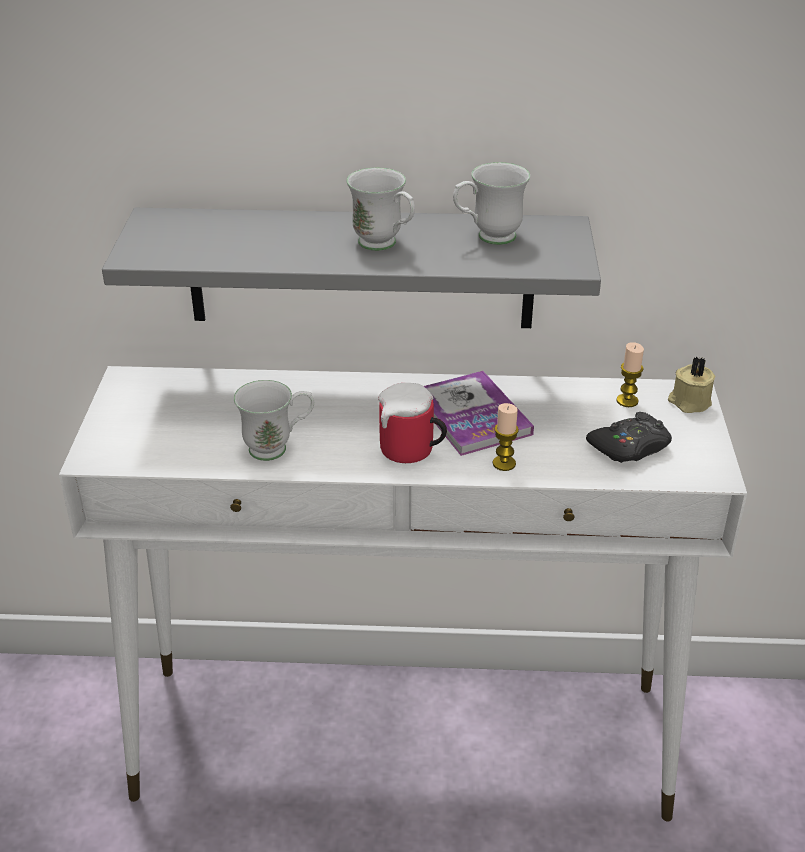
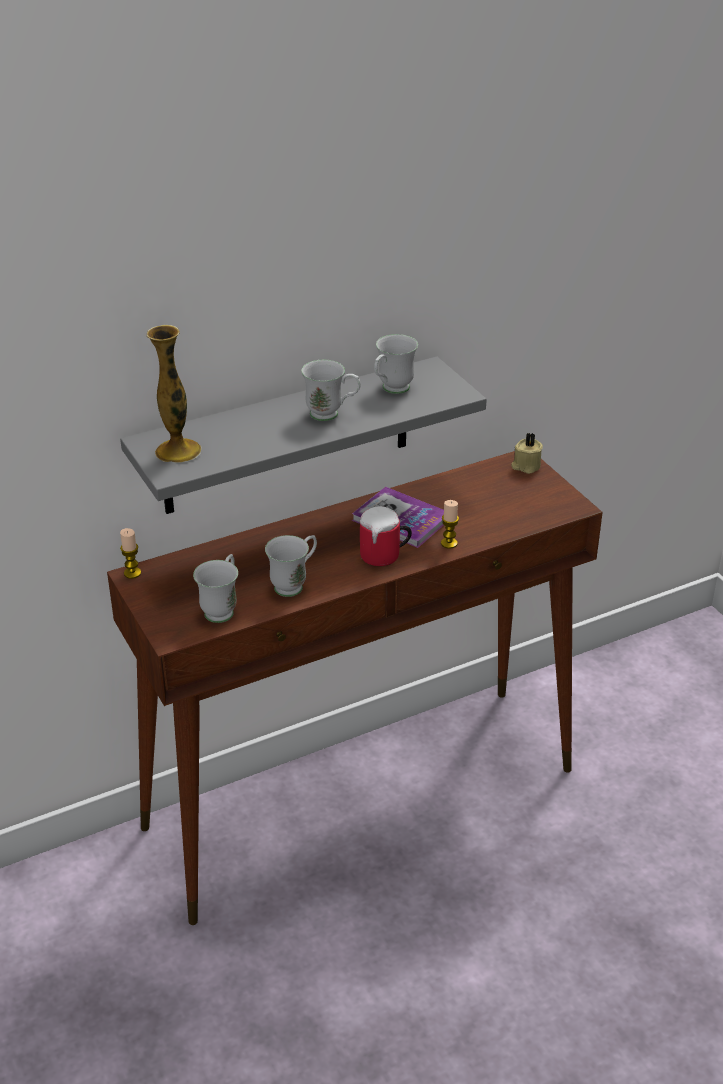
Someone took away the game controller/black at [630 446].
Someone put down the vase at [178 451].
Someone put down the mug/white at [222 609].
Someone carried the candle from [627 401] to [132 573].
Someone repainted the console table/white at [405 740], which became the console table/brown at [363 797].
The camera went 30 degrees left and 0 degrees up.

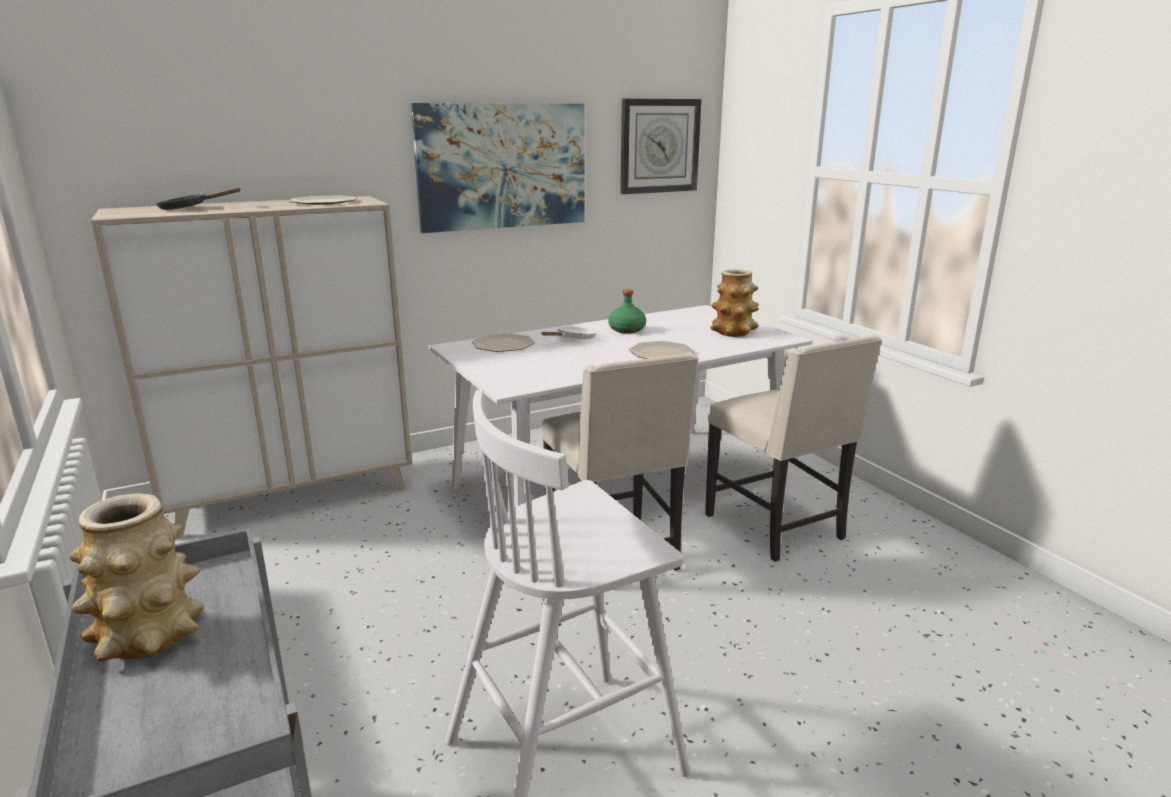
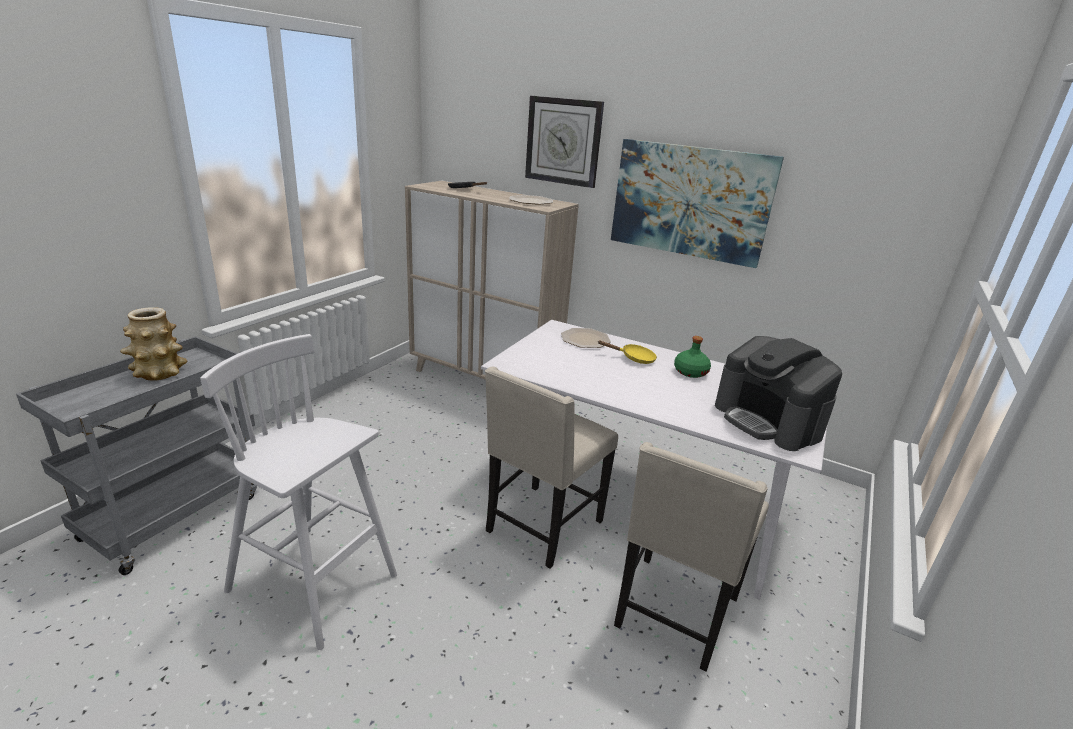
Someone took away the plate at [661 353].
Someone carried the wall clock from [659 146] to [563 141].
Someone swapped the vase at [733 332] for the coffee machine at [768 420].
Someone repainted the frying pan/white at [573 339], which became the frying pan/yellow at [634 358].
The camera went 55 degrees right and 5 degrees up.

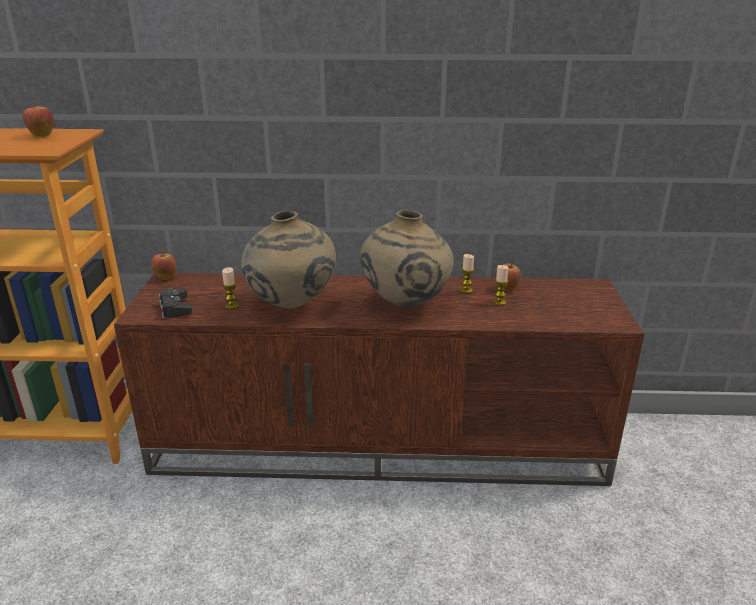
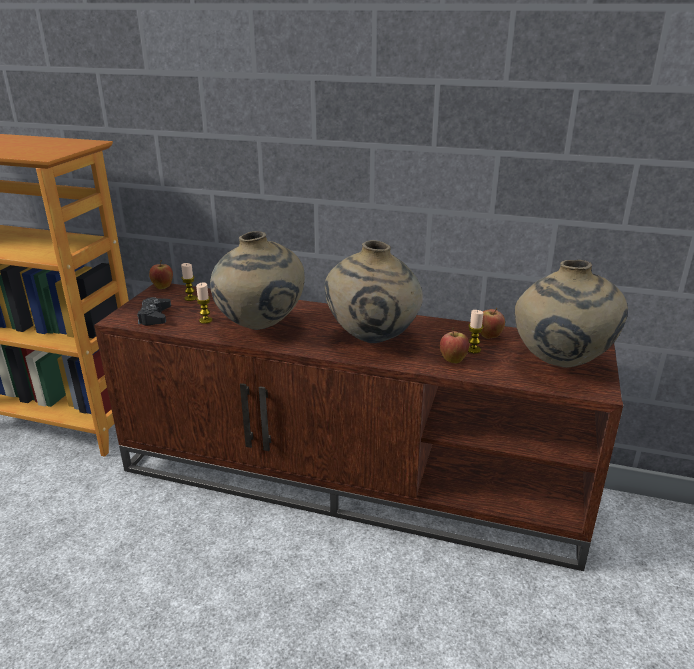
Someone put down the vase/beige at [559 365].
Someone carried the apple from [42 136] to [453 360].
Someone carried the candle from [466 290] to [190 298].
The camera went 15 degrees right and 0 degrees up.

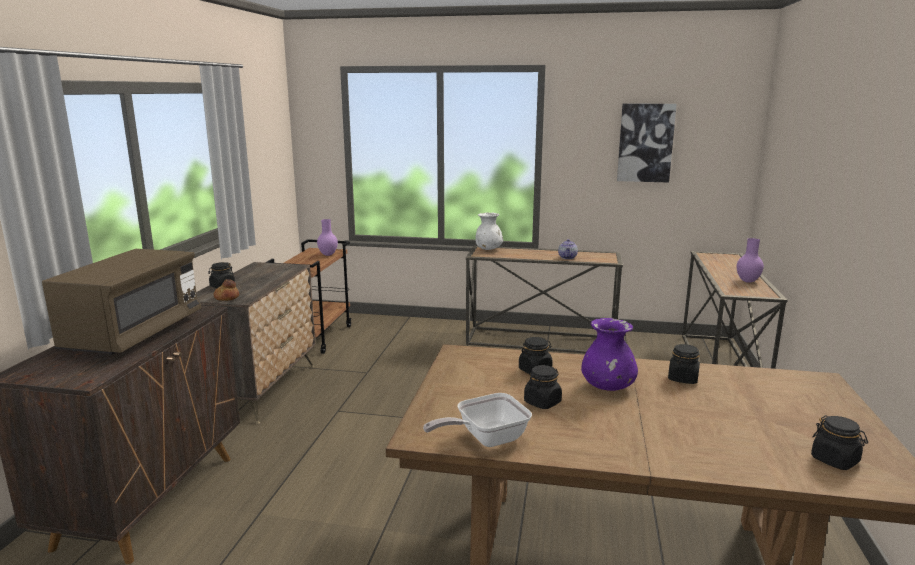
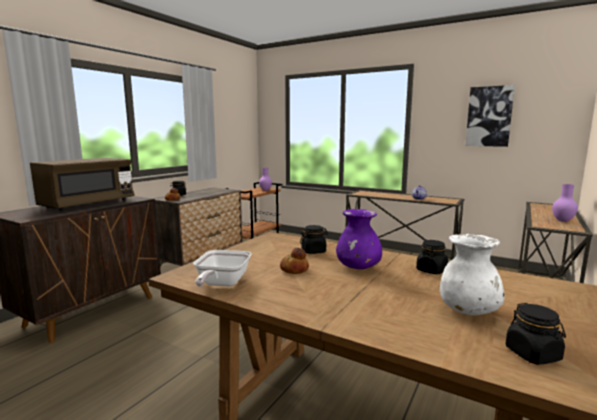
Someone carried the vase/white from [488 249] to [468 311].
Someone swapped the jar/black at [542 402] for the bread at [294 269].
Someone rotated the frying pan at [485 439] by 75 degrees counterclockwise.
The camera went 20 degrees right and 5 degrees down.

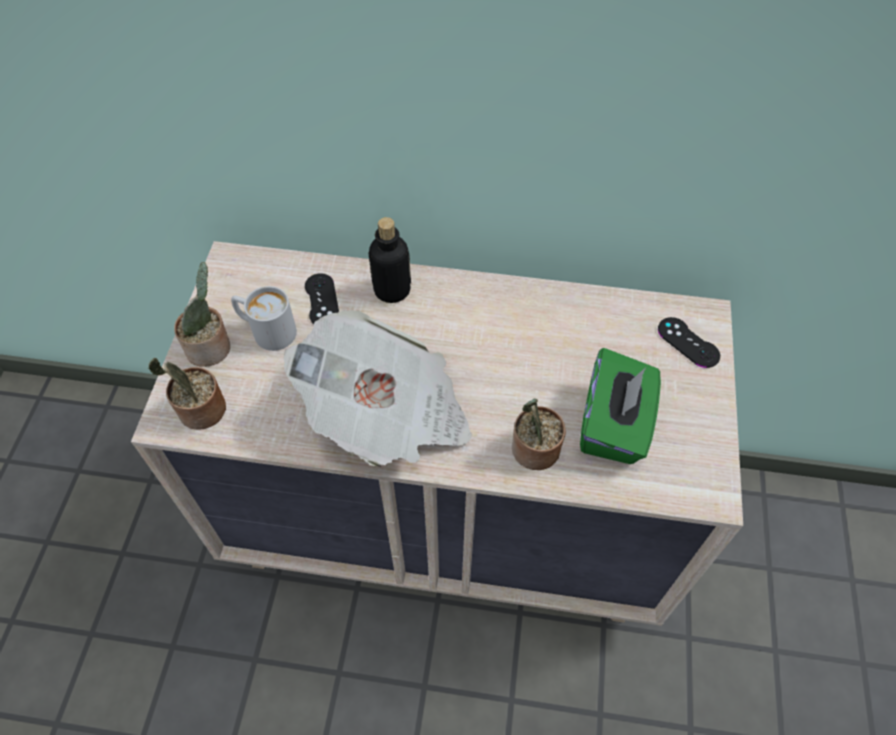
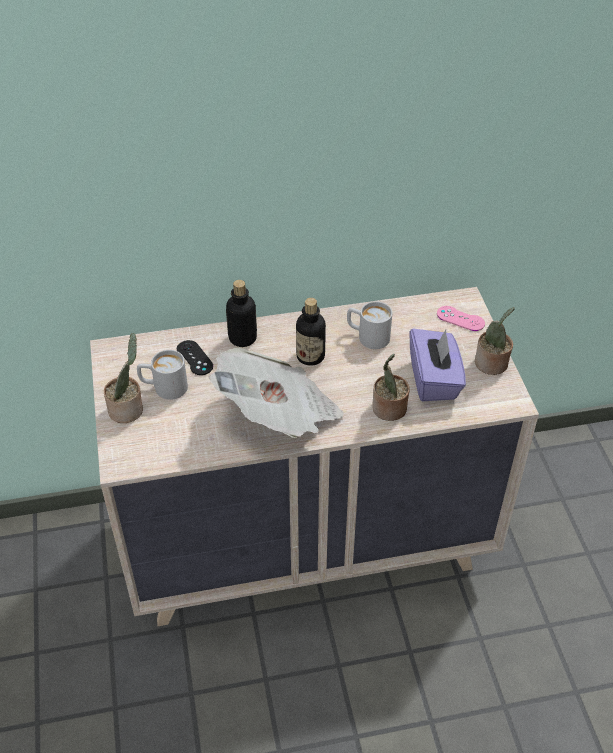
Someone put down the bottle at [310 356].
Someone put down the mug/white at [367 336].
Someone carried the potted plant from [200 412] to [492 365].
Someone repainted the tissue box/green at [614 425], which became the tissue box/purple at [434 380].
Someone repainted the game controller/black at [688 342], which became the game controller/pink at [460 319].
The camera went 20 degrees left and 10 degrees down.

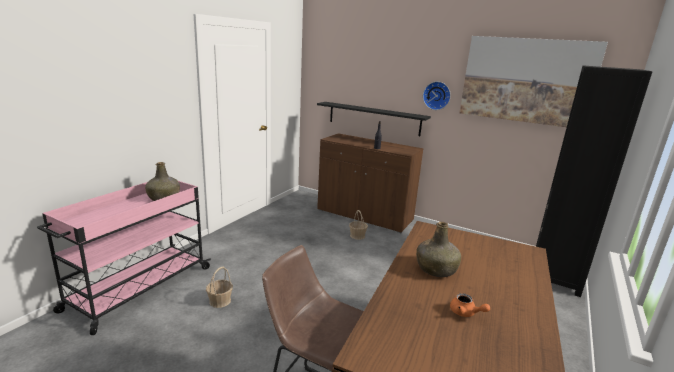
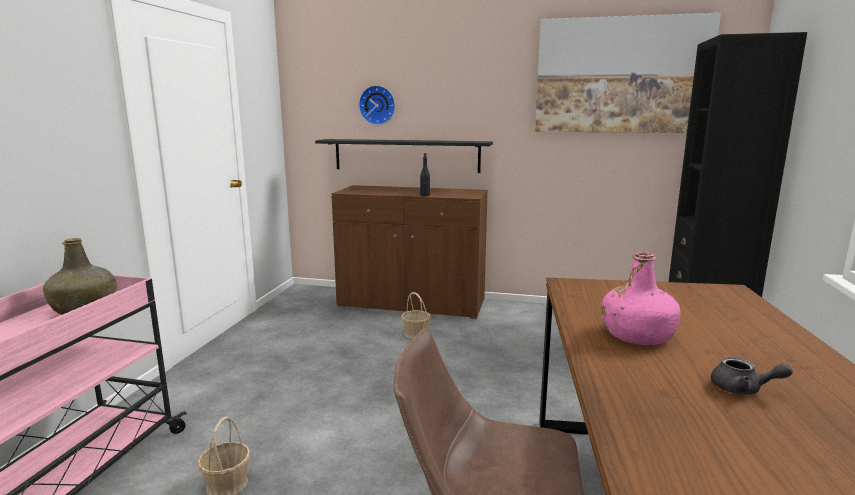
Someone carried the wall clock from [437 95] to [377 105].
Someone repainted the bottle/green at [436 269], which became the bottle/pink at [637 335].
Someone repainted the teapot/orange at [465 313], which became the teapot/grey at [743 389].
The camera went 15 degrees left and 5 degrees down.

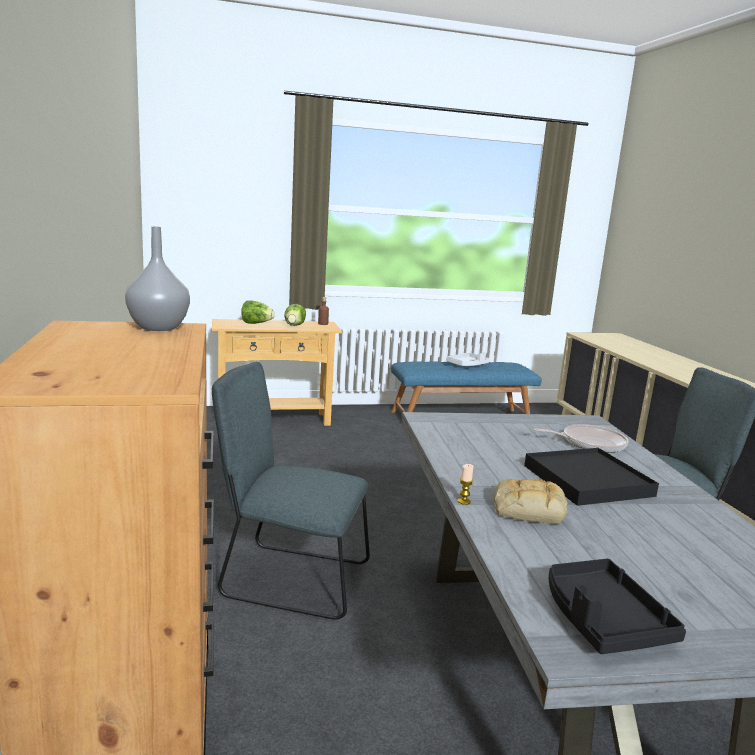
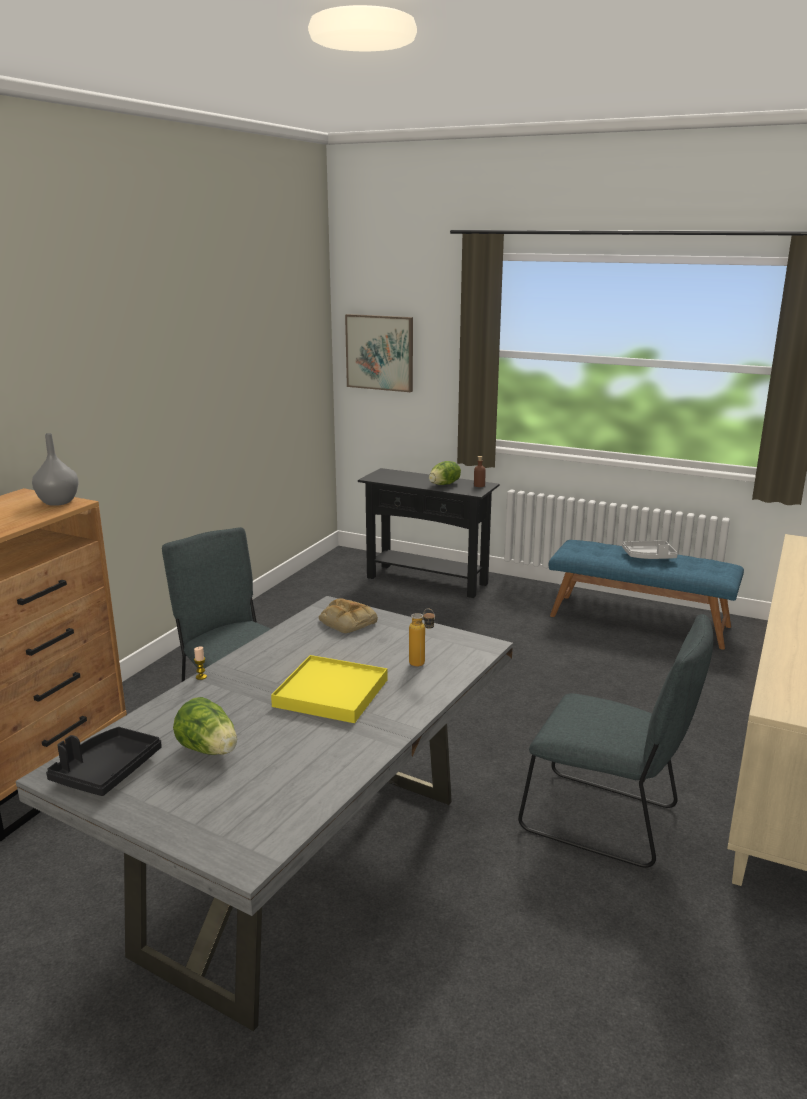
Someone put up the picture at [380 352].
Someone carried the lettuce from [256 323] to [209 750].
Someone carried the bread from [527 509] to [346 622].
Someone swapped the frying pan at [589 443] for the bottle at [422 665].
Someone repainted the console table/beige at [274 420], which became the console table/black at [427 580].
Someone repainted the tray/black at [587 481], which became the tray/yellow at [330 693].
The camera went 40 degrees right and 5 degrees up.

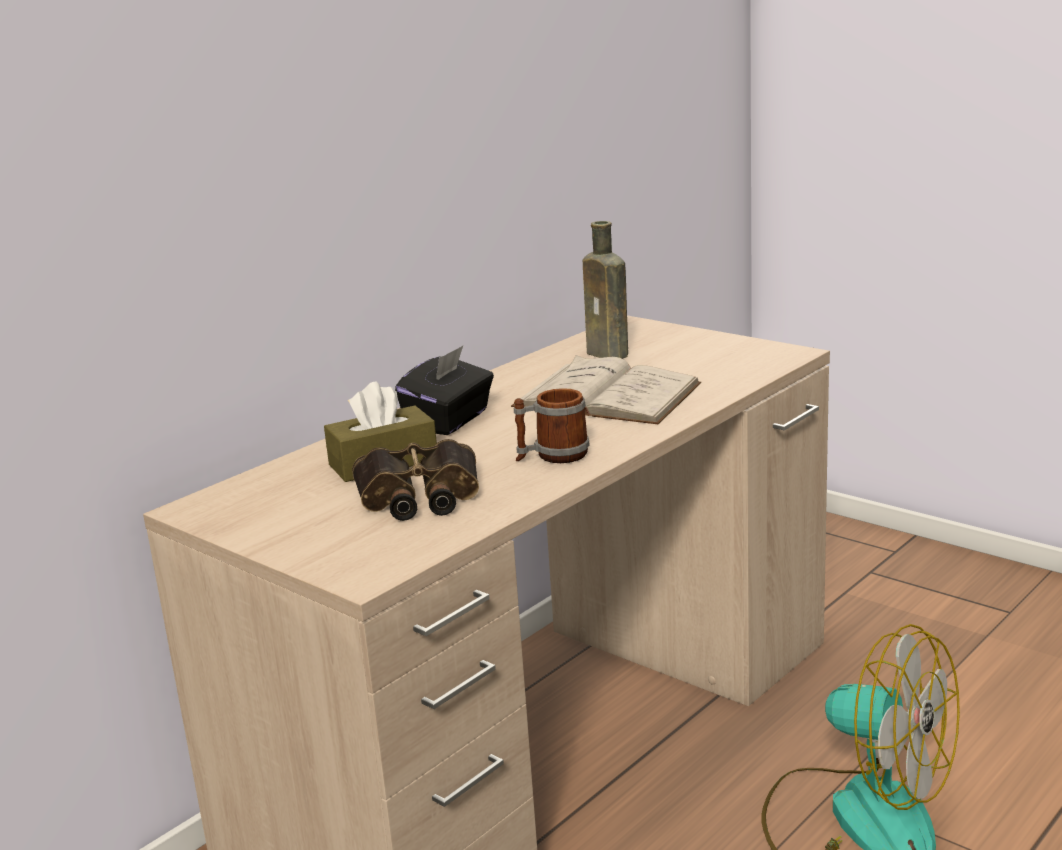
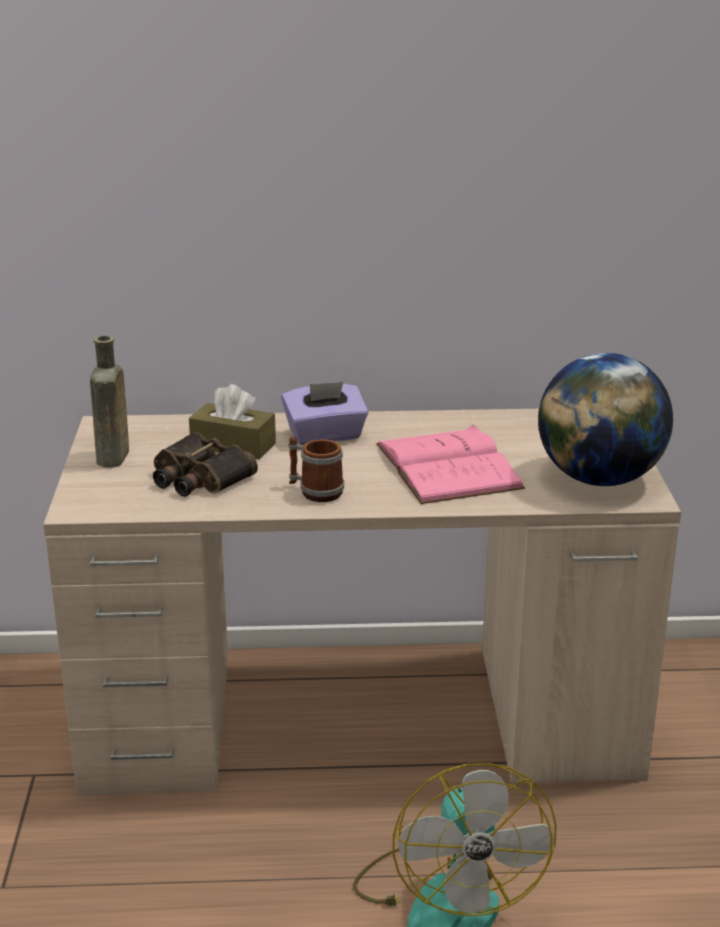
Someone put down the globe at [599 479].
Someone carried the bottle/brown from [609 354] to [112 459].
Someone repainted the tissue box/black at [449 421], which became the tissue box/purple at [325 436].
Someone repainted the book/white at [607 395], which became the book/pink at [448 466].
The camera went 45 degrees right and 5 degrees up.

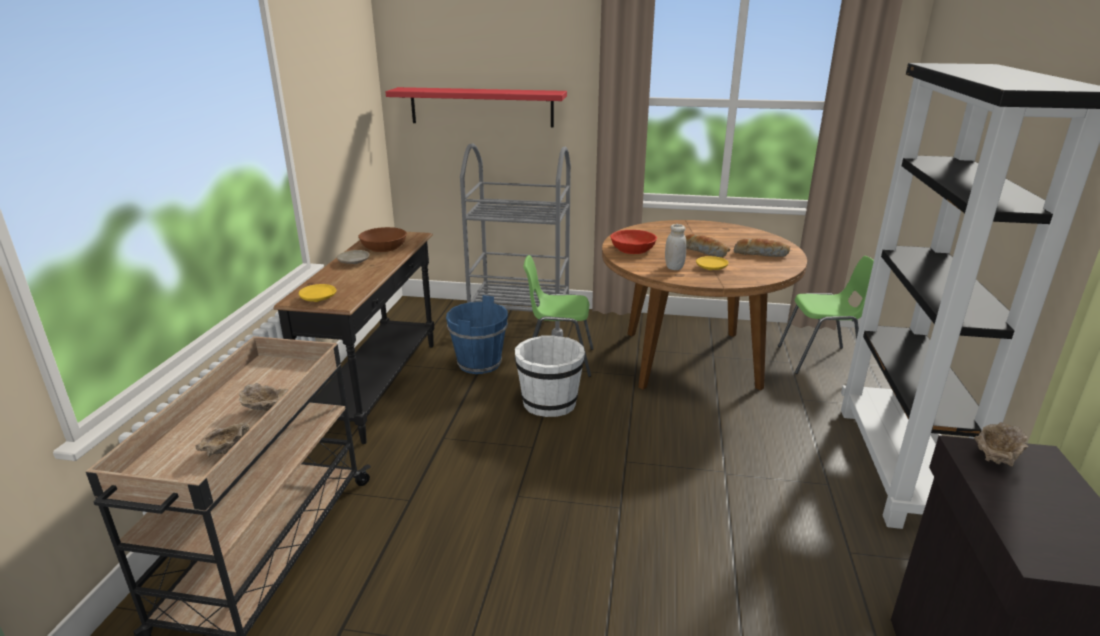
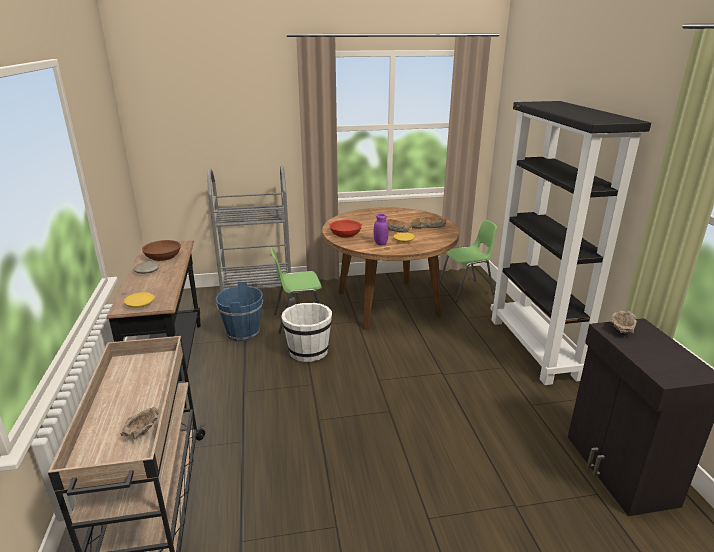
Someone took away the bowl/beige at [266 409].
Someone took away the shelf/red at [481 107].
Someone repainted the jar/white at [674 267], which became the jar/purple at [380 243].
The camera went 20 degrees left and 0 degrees up.

